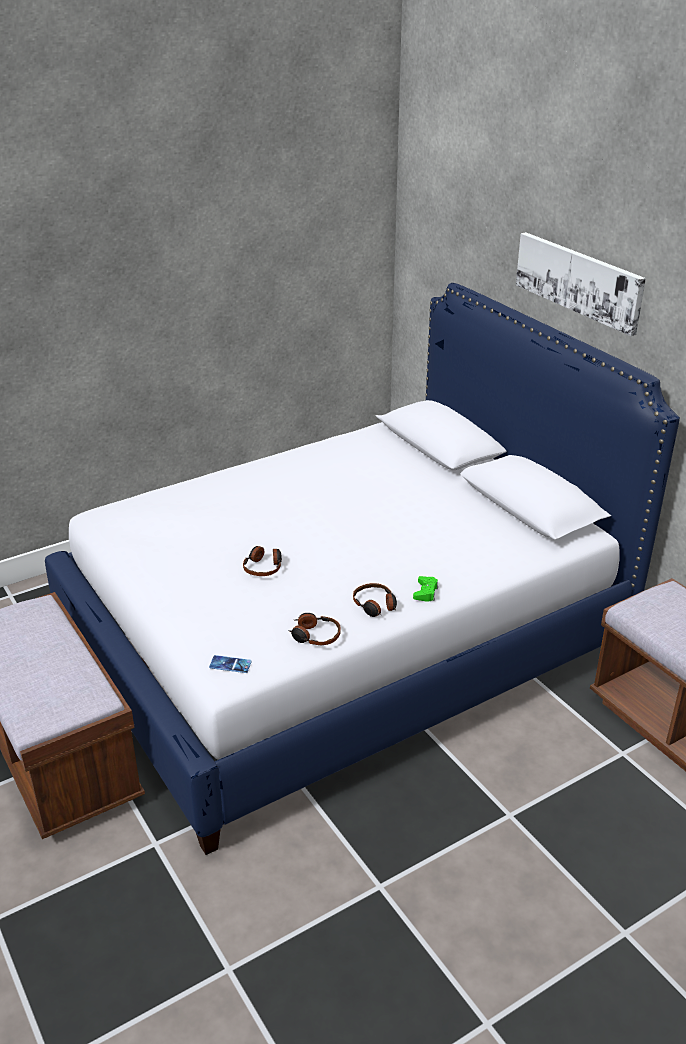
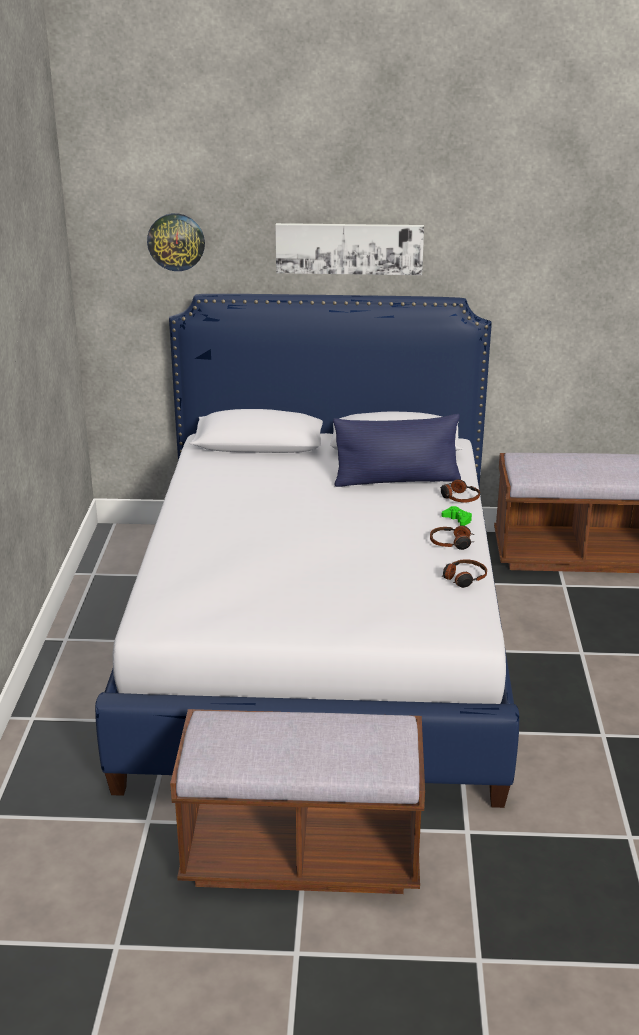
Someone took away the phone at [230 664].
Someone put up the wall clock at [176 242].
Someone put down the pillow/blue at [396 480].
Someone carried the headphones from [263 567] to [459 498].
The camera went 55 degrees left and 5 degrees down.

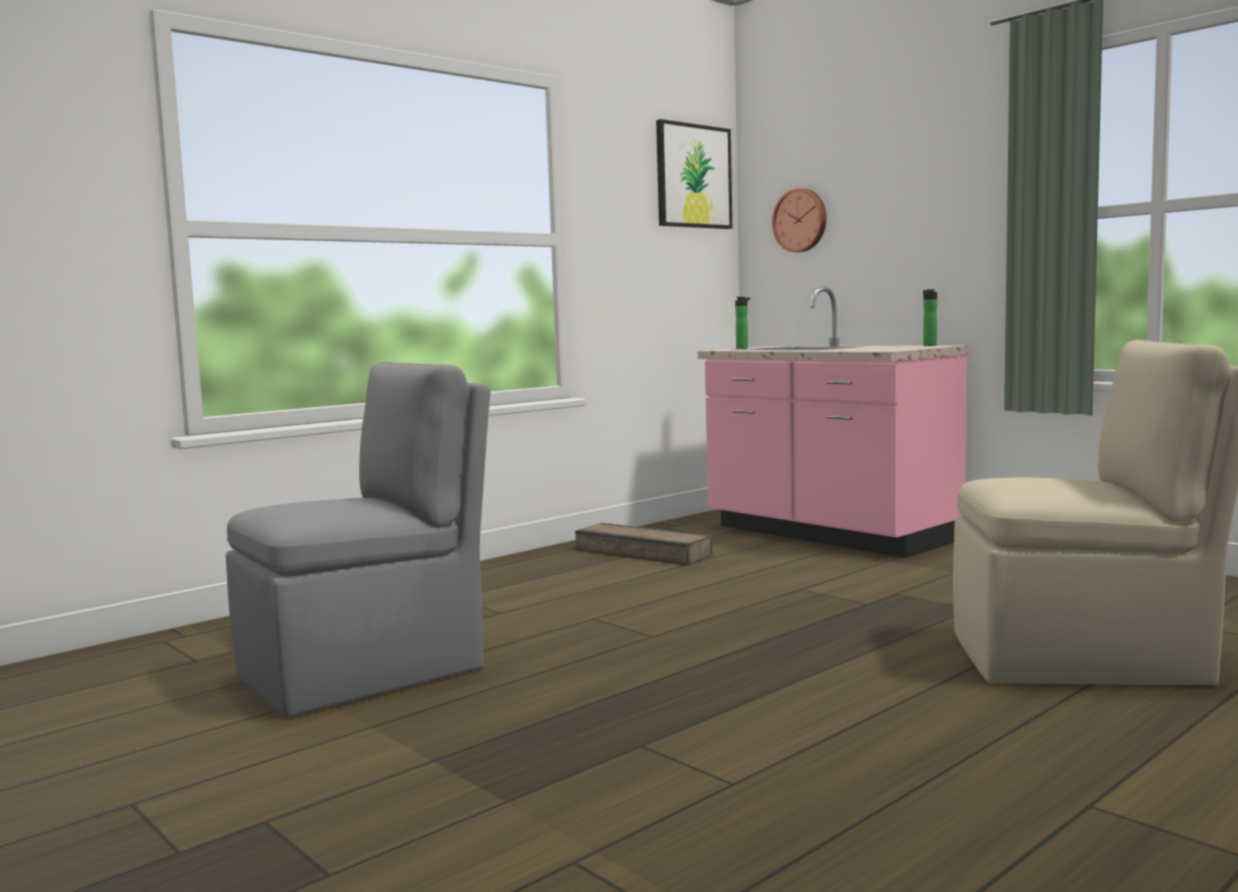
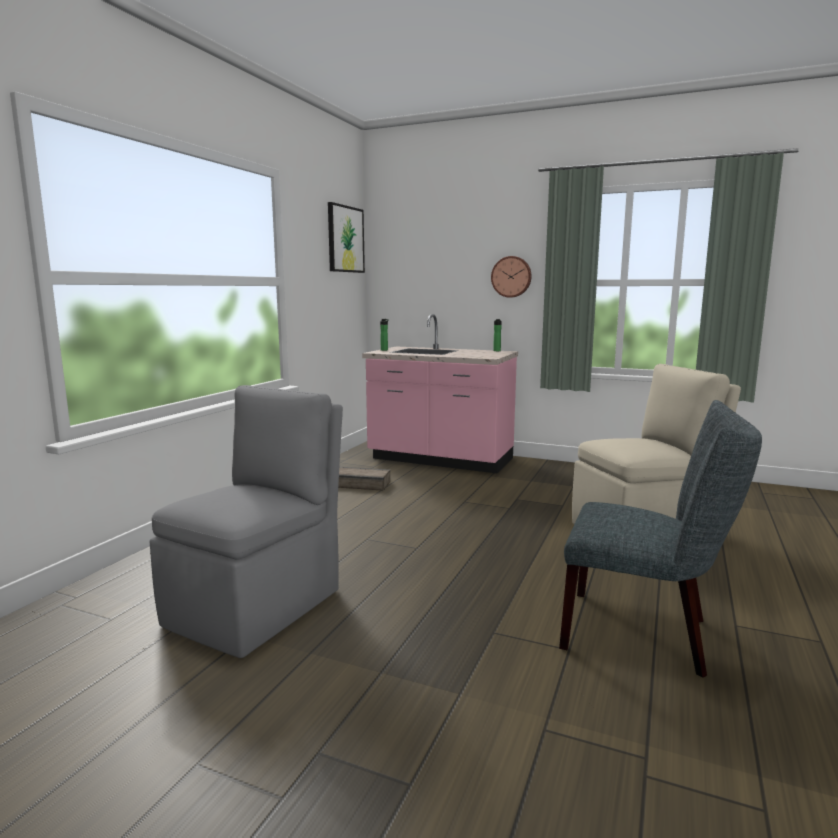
Someone put down the chair/grey at [645 634].
Someone carried the wall clock from [801 220] to [511 277].
The camera went 25 degrees left and 5 degrees up.

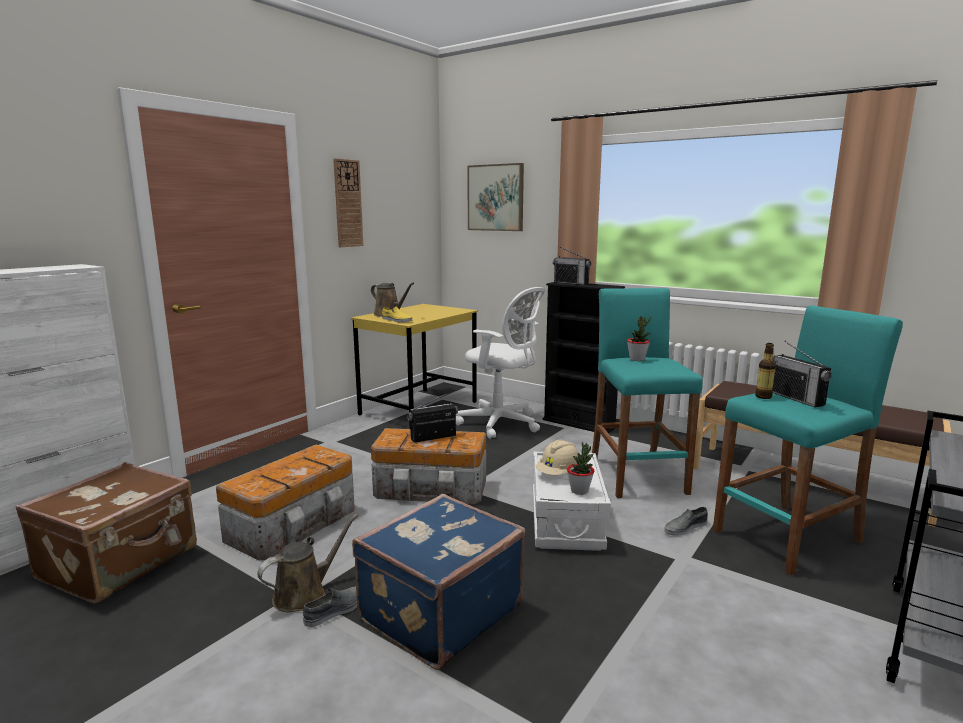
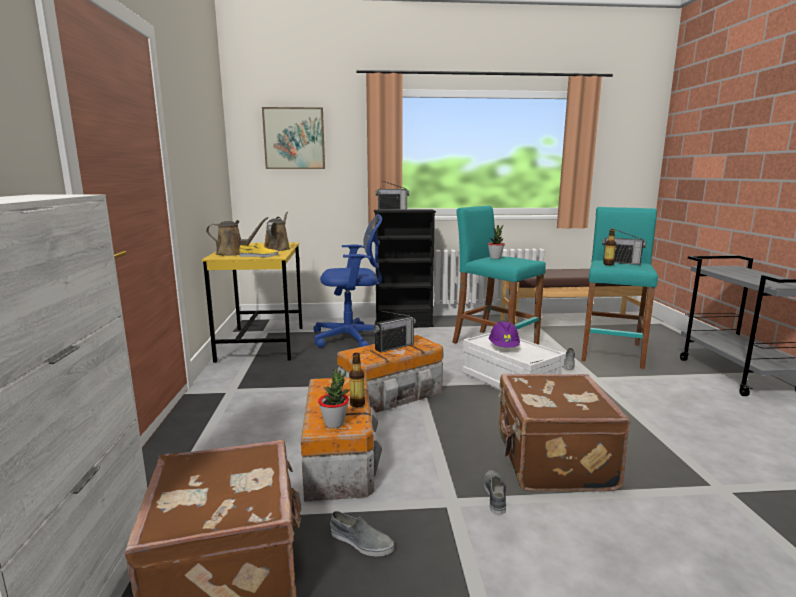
Someone took away the wall clock at [348 203].
Someone put down the shoe/grey at [361 542].
Someone put down the bottle at [357 404].
Someone carried the watering can/brown from [304 594] to [278 248].
Someone carried the potted plant from [579 491] to [334 423].
Someone repainted the suitcase/blue at [438 612], which became the suitcase/brown at [551 461].
Someone repainted the office chair/white at [501 424], which became the office chair/blue at [352 338].
Someone repainted the hard hat/beige at [559 474], which became the hard hat/purple at [504 347].
Someone rotated the radio at [433 437] by 150 degrees counterclockwise.
The camera went 40 degrees left and 0 degrees up.

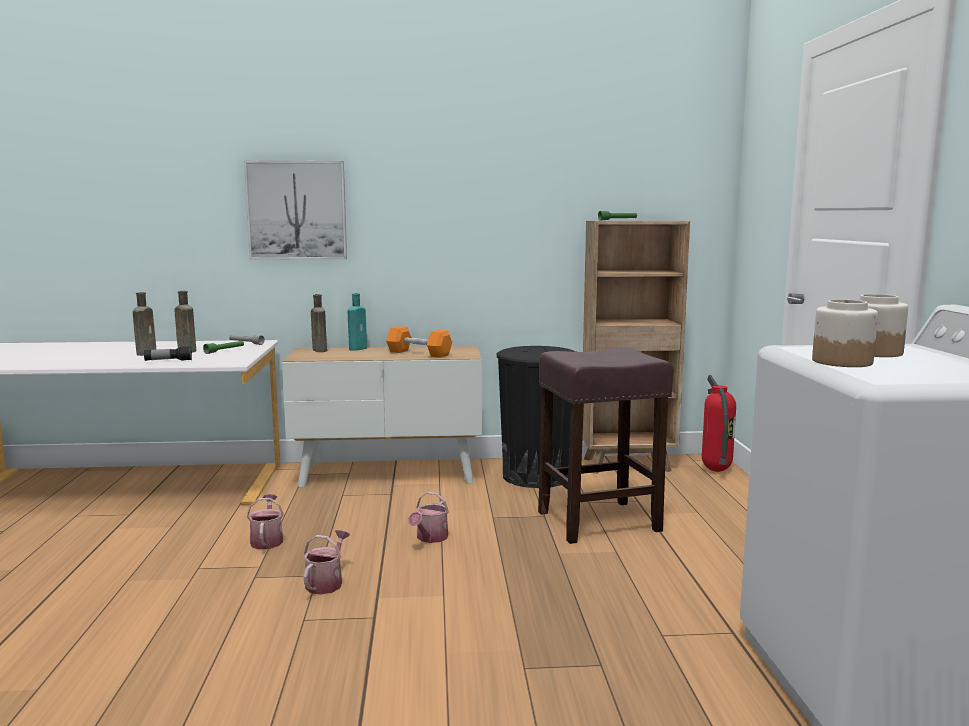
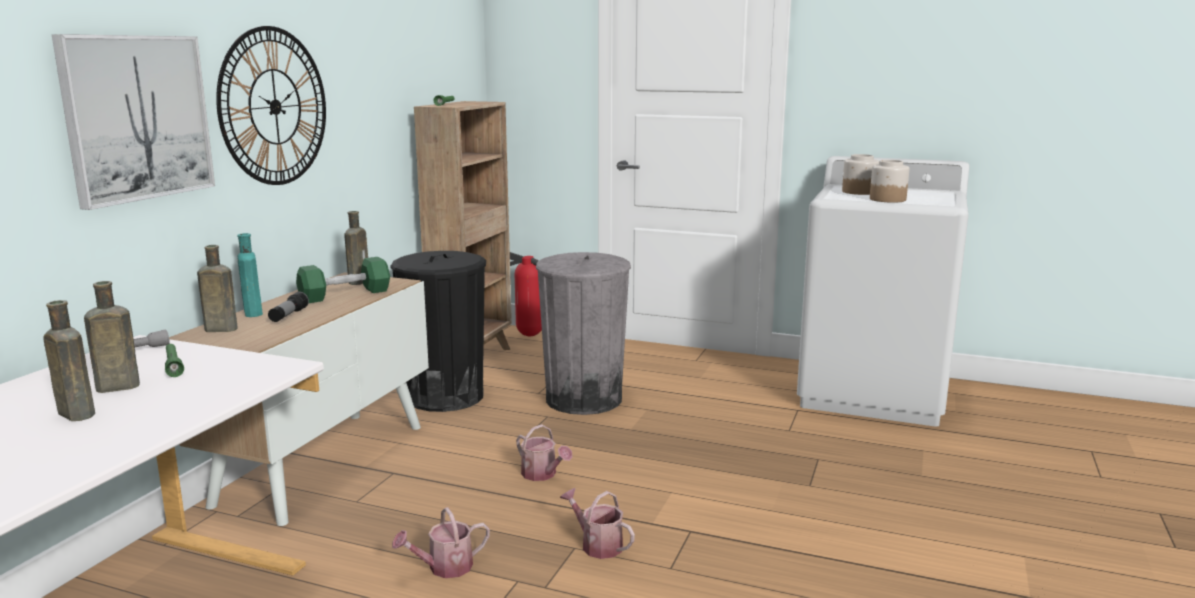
Someone put up the wall clock at [274 107].
Someone put down the bottle/brown at [360 281].
Someone carried the flashlight from [168 361] to [288 316].
Someone swapped the stool/brown at [600 521] for the trash can/grey at [583 399].
Someone repainted the dumbbell/orange at [419 353], which became the dumbbell/green at [345 295].
Someone rotated the watering can at [267 540] by 45 degrees counterclockwise.
The camera went 65 degrees left and 5 degrees up.

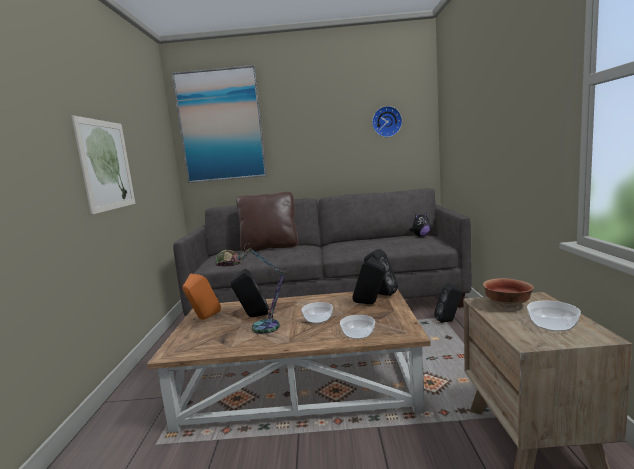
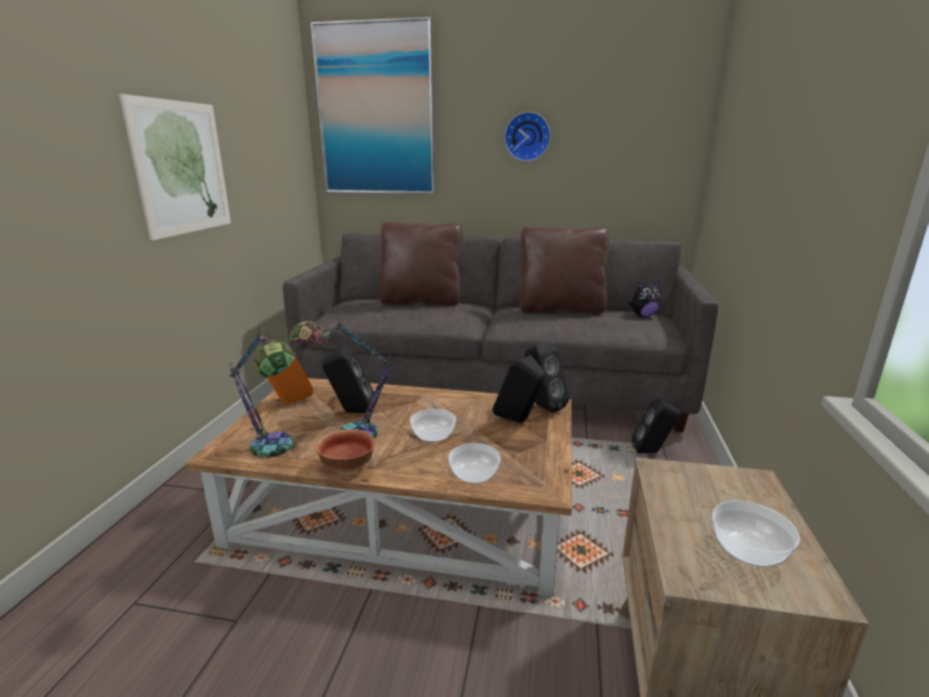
Someone put down the table lamp at [276 452].
Someone put down the pillow/brown at [560 309].
Someone carried the wall clock from [386 121] to [527 137].
Someone carried the bowl from [507 305] to [348 466].
The camera went 10 degrees right and 10 degrees up.

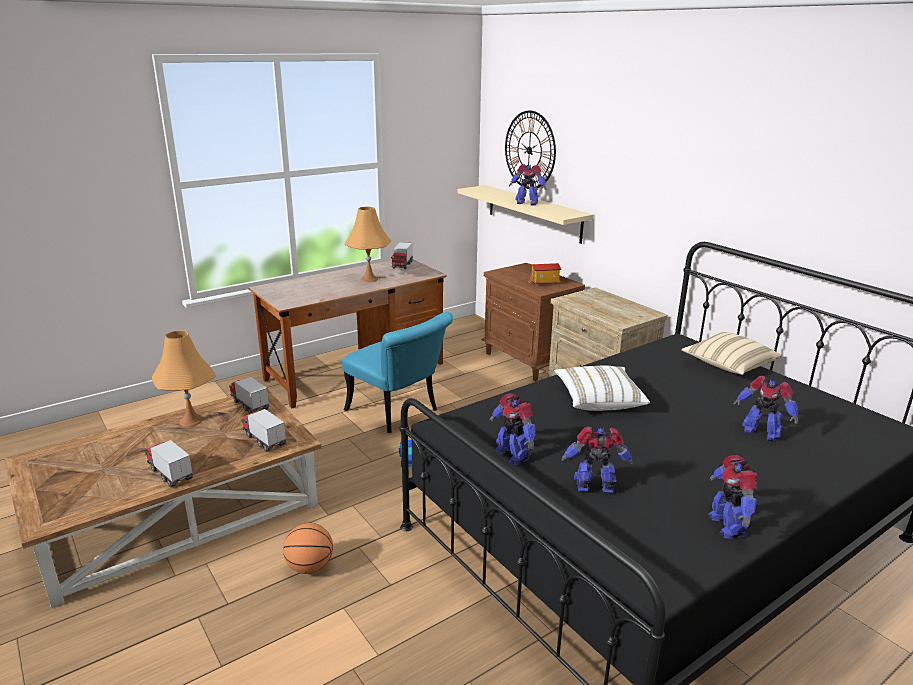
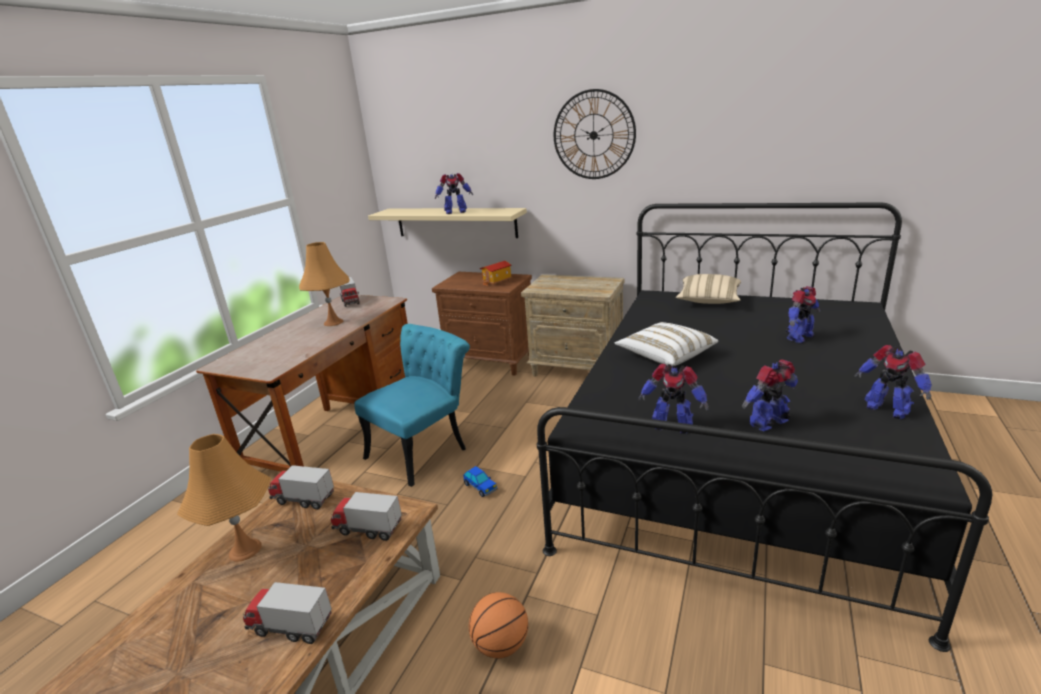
Someone carried the wall clock from [529 150] to [593 135].
Someone rotated the chair/turquoise at [398 413] by 60 degrees counterclockwise.
Someone rotated the toy robot at [760 433] by 45 degrees counterclockwise.
The camera went 30 degrees left and 0 degrees up.

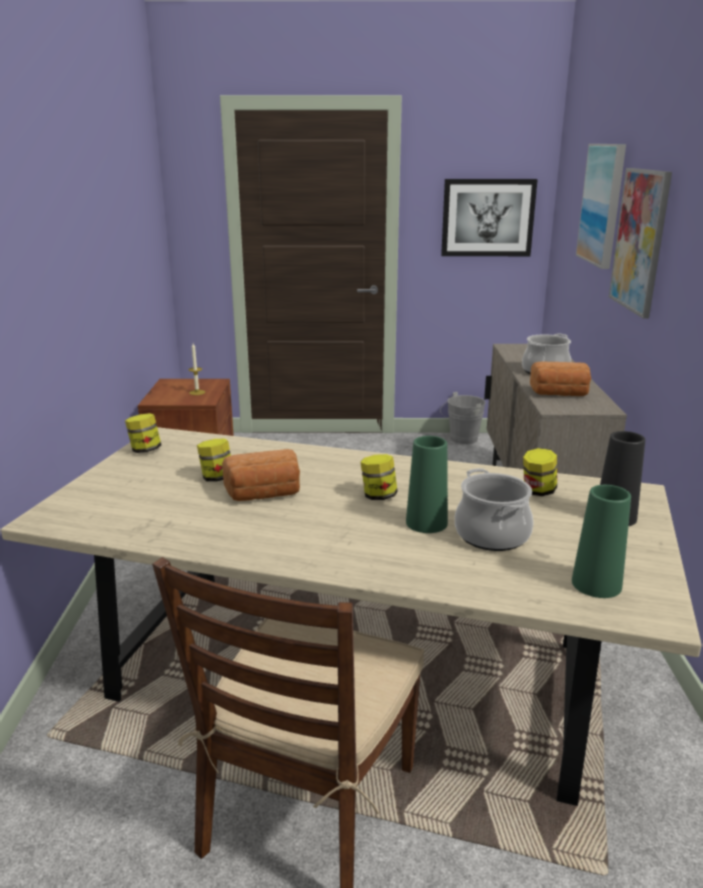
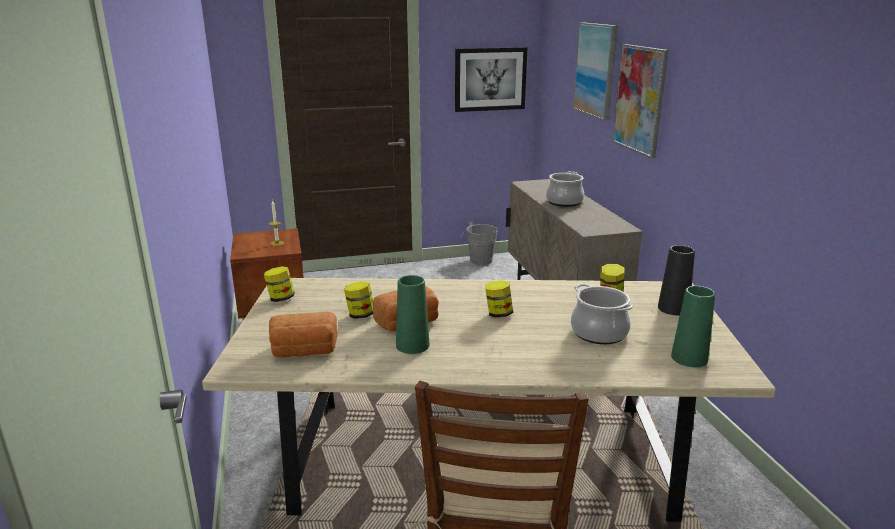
Someone carried the vase/green from [426 523] to [412 345].
Someone carried the bread from [559 394] to [304 351].
The camera went 15 degrees left and 0 degrees up.

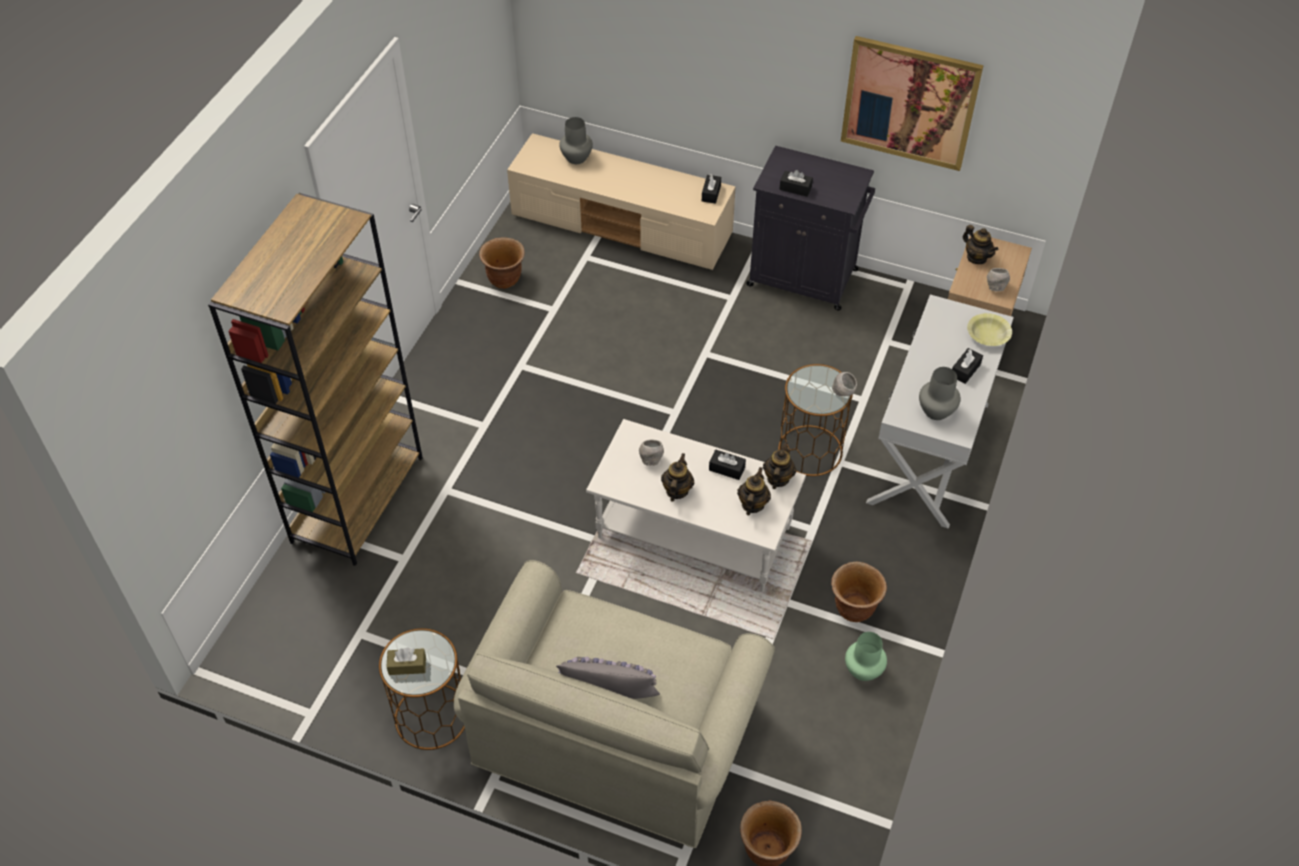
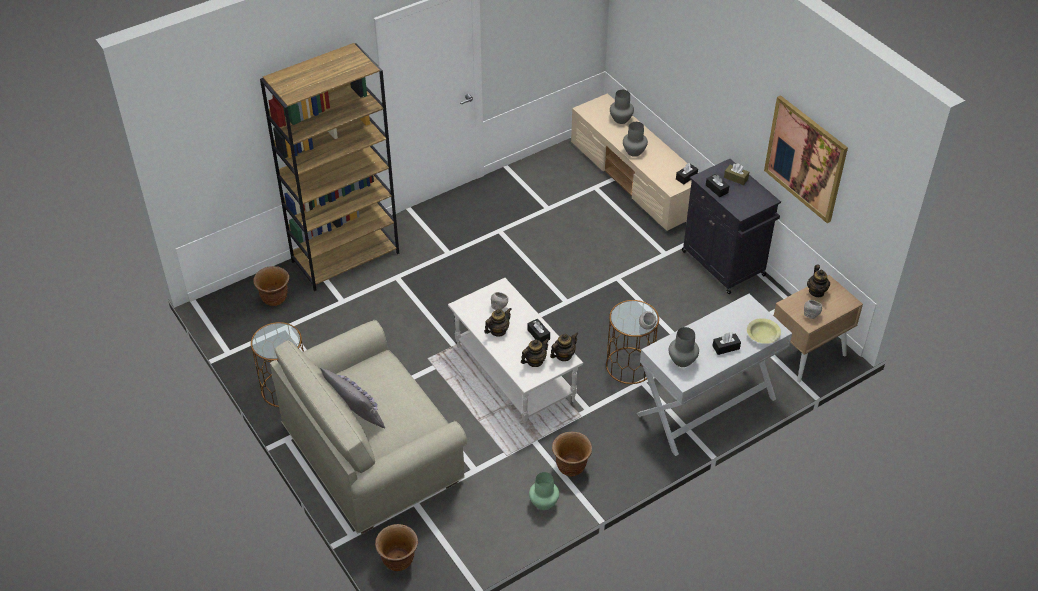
Someone put down the vase/grey at [634 151].
Someone carried the tissue box/brown from [407 665] to [736 178].
Someone carried the planter/brown from [504 279] to [274 298].
The camera went 35 degrees right and 5 degrees down.

